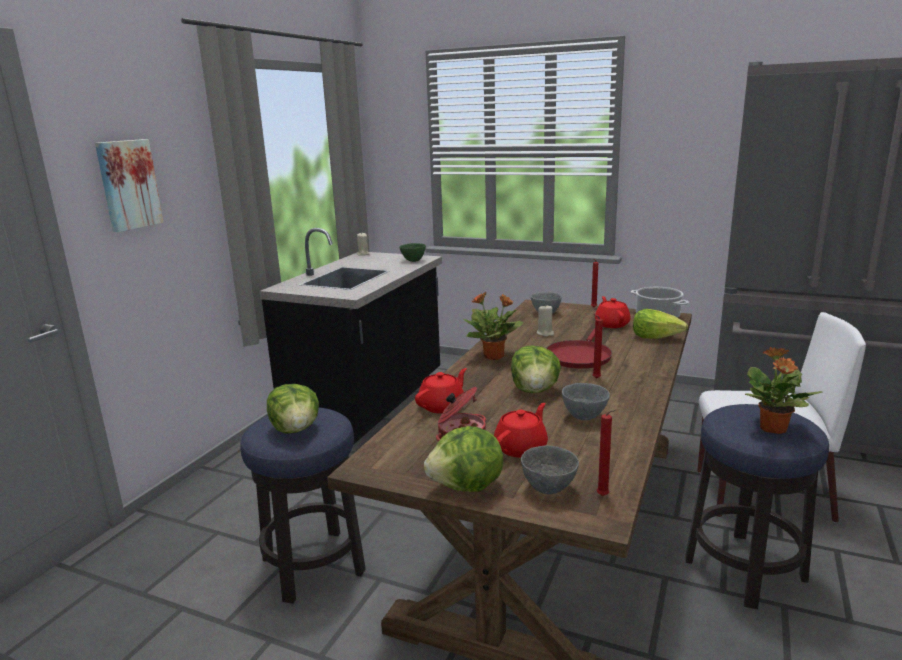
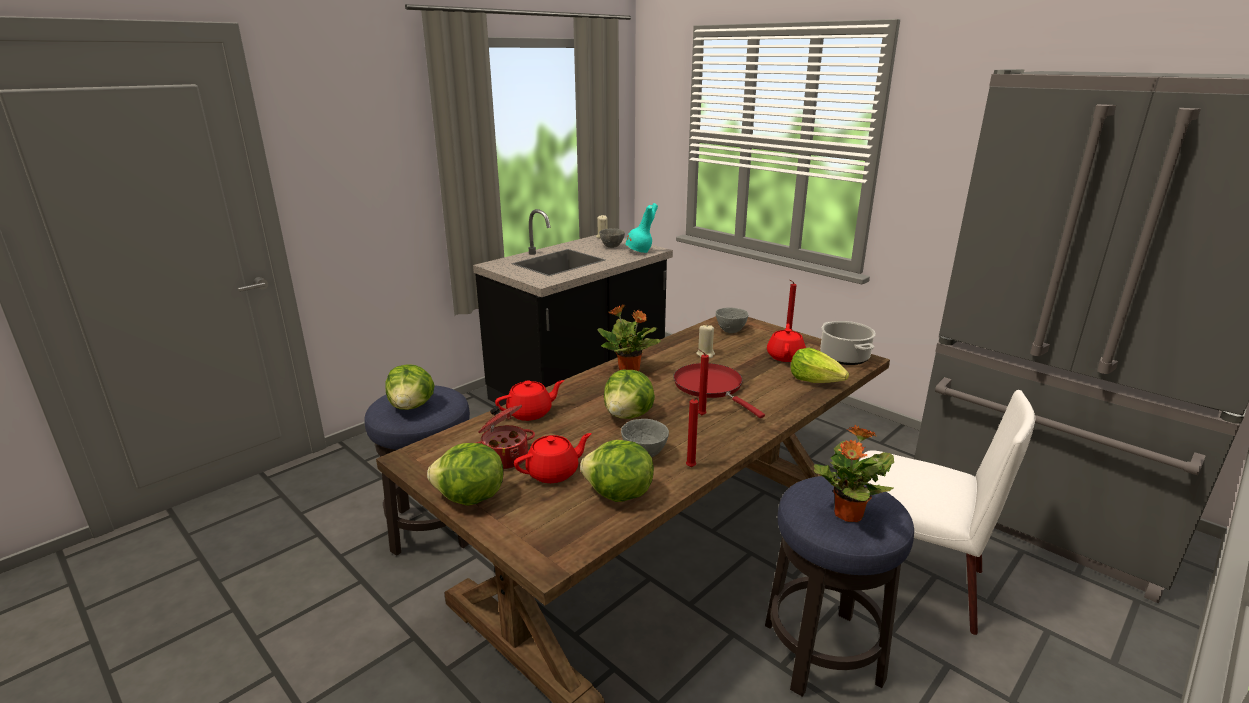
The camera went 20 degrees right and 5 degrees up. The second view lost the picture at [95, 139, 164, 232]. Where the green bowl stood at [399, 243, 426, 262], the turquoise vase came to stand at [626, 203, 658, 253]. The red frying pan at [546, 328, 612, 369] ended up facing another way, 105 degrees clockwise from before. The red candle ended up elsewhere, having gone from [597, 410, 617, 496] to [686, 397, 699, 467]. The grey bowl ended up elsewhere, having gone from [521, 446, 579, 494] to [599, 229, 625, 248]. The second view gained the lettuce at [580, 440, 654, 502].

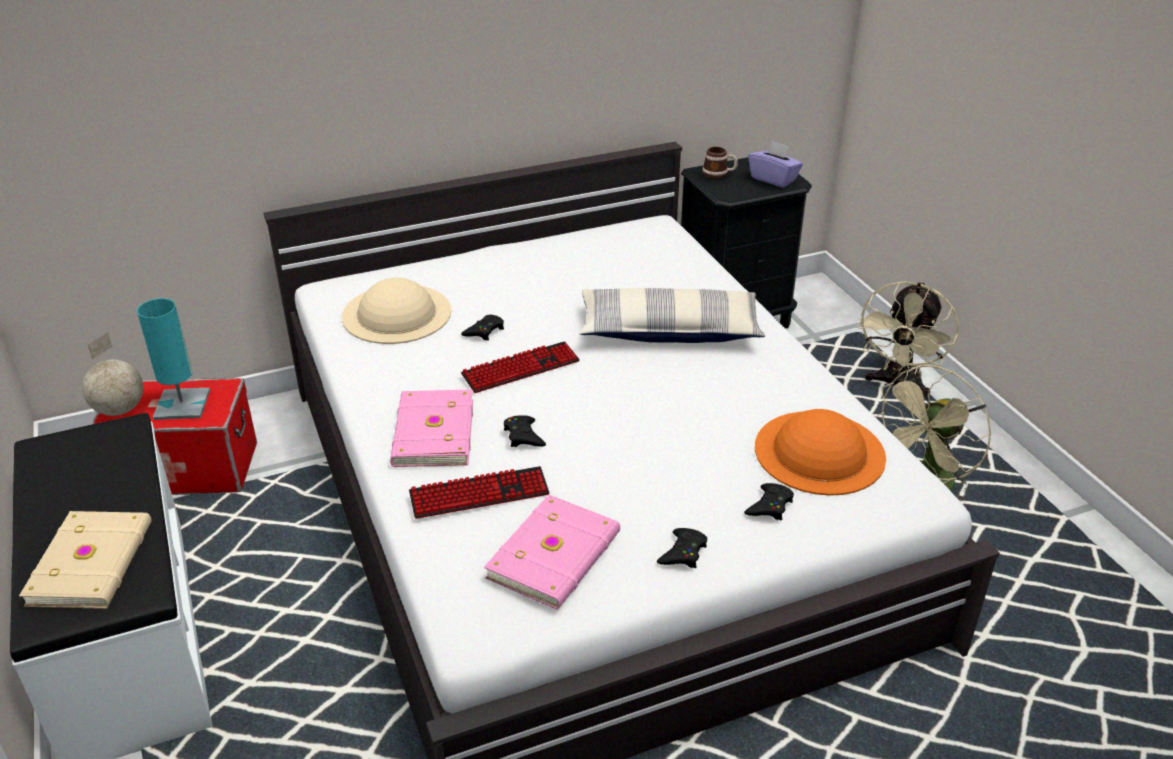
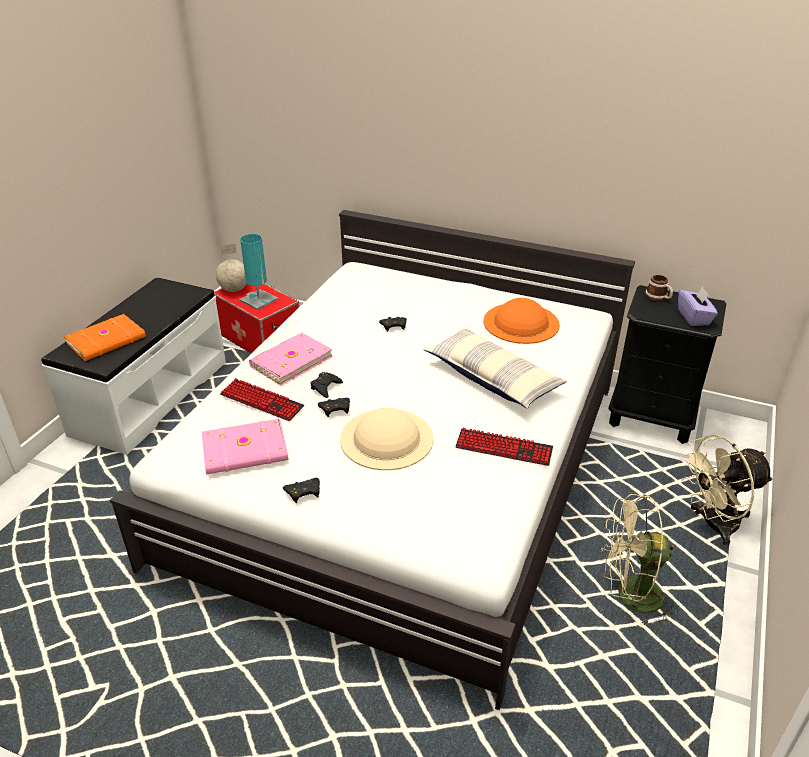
The camera went 45 degrees right and 0 degrees up. The beige hat ended up elsewhere, having gone from [342, 278, 451, 344] to [340, 407, 433, 470]. The keyboard ended up elsewhere, having gone from [461, 341, 580, 393] to [455, 428, 553, 466]. The orange hat ended up elsewhere, having gone from [755, 409, 886, 496] to [483, 298, 560, 344]. The black game controller ended up elsewhere, having gone from [744, 483, 794, 520] to [318, 398, 350, 417]. What was the beige book at [19, 511, 152, 609] turned into the orange book at [64, 314, 146, 361].

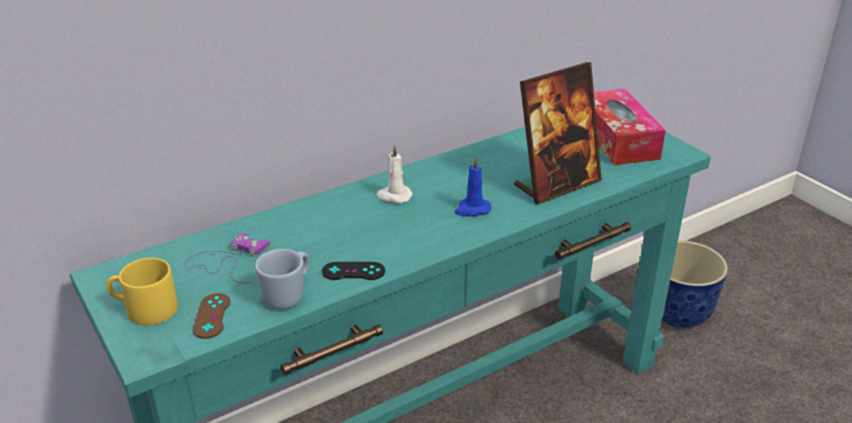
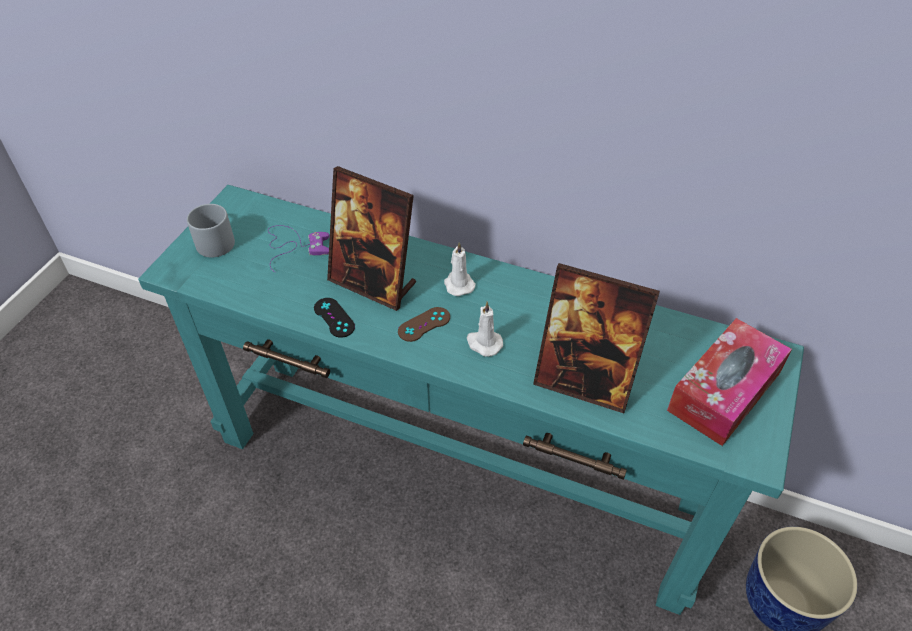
The camera went 55 degrees right and 15 degrees up. What was the blue candle at [455, 156, 491, 217] turned into the white candle at [467, 301, 503, 356]. The second view lost the blue mug at [255, 249, 309, 309]. What was the yellow mug at [106, 258, 178, 325] turned into the grey mug at [187, 204, 235, 258]. The brown game controller ended up elsewhere, having gone from [193, 293, 230, 339] to [398, 307, 450, 342]. The second view gained the picture frame at [327, 166, 416, 311].

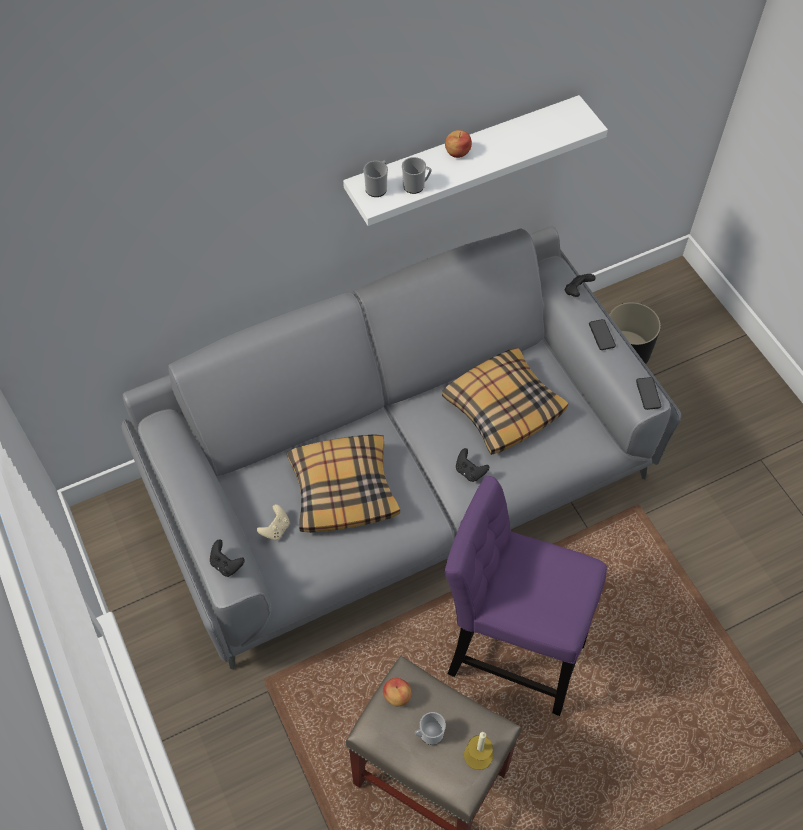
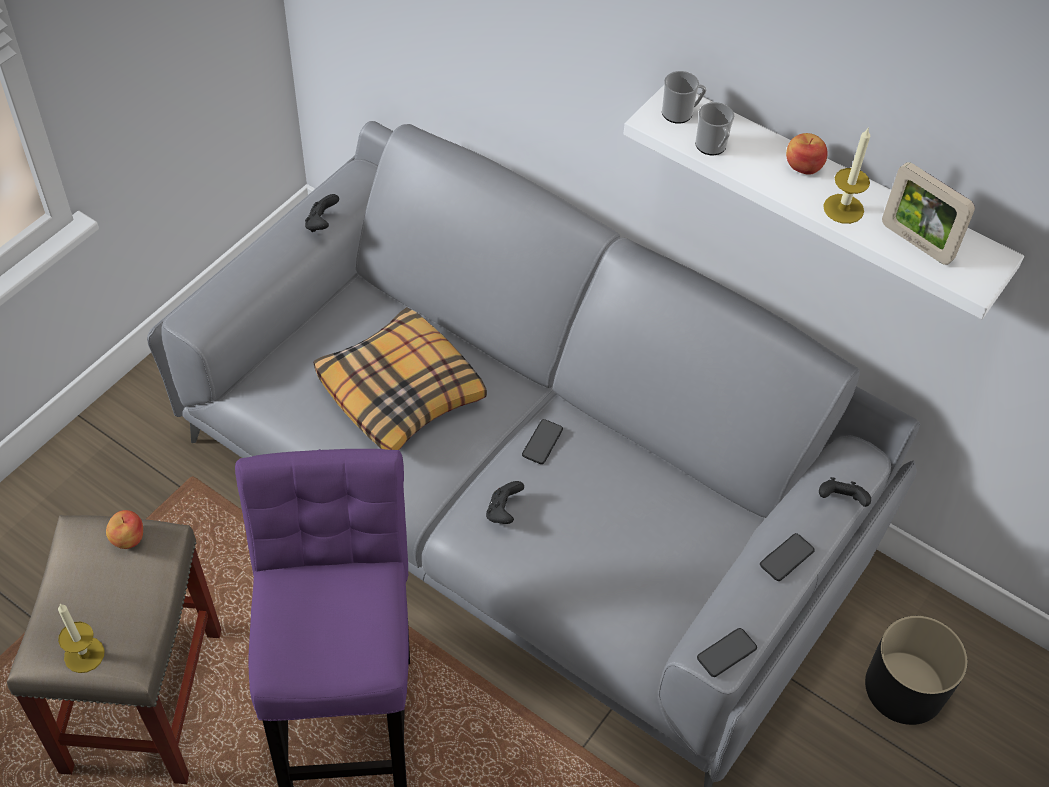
The camera went 60 degrees right and 5 degrees down. The second view lost the pillow at [442, 347, 568, 455]. The second view lost the beige game controller at [257, 504, 290, 540]. The black game controller ended up elsewhere, having gone from [210, 539, 245, 577] to [305, 194, 339, 232]. The second view lost the mug at [415, 712, 446, 745]. The second view gained the candle at [823, 128, 870, 224]. The second view gained the picture frame at [882, 162, 975, 265]. The second view gained the phone at [522, 419, 563, 464].

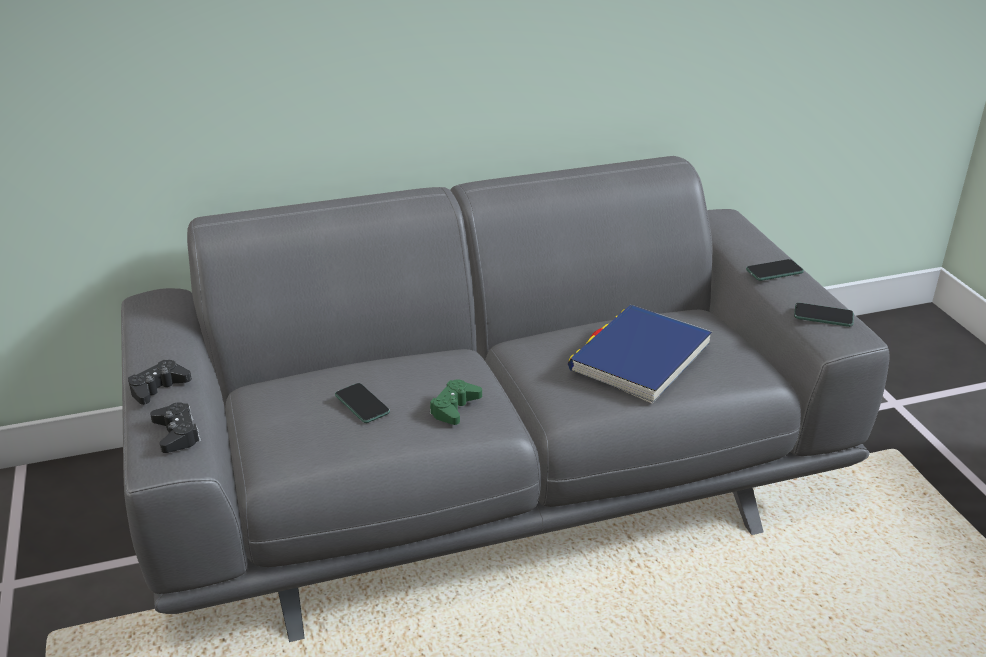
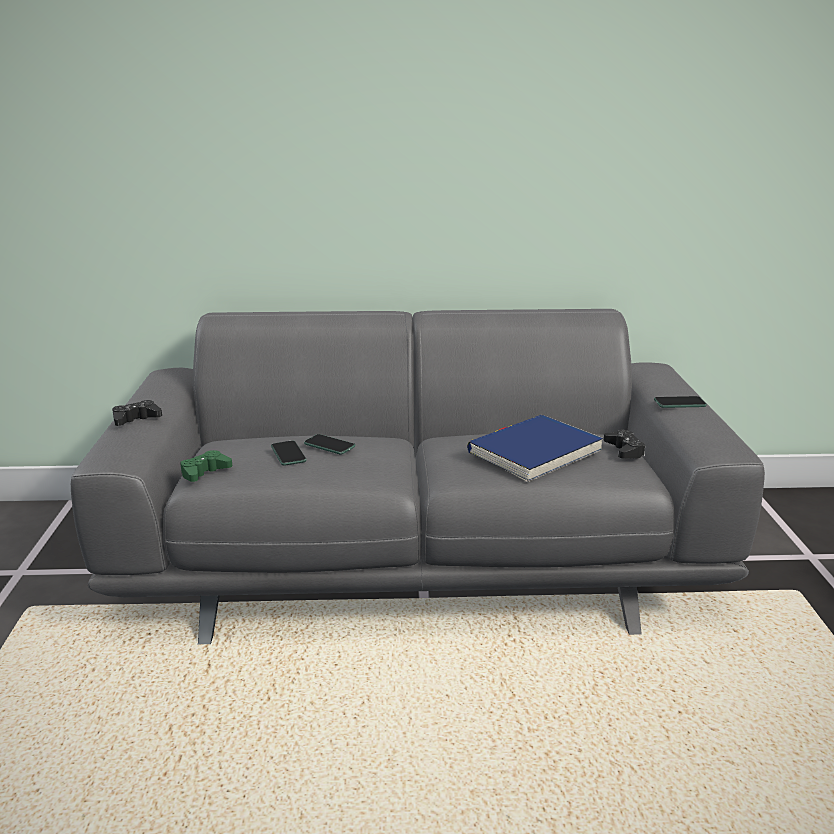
The camera went 15 degrees right and 10 degrees down. The phone ended up elsewhere, having gone from [794, 303, 854, 327] to [304, 434, 355, 454]. The green game controller ended up elsewhere, having gone from [430, 379, 482, 425] to [180, 450, 232, 482]. The black game controller ended up elsewhere, having gone from [150, 402, 201, 453] to [604, 430, 645, 459].

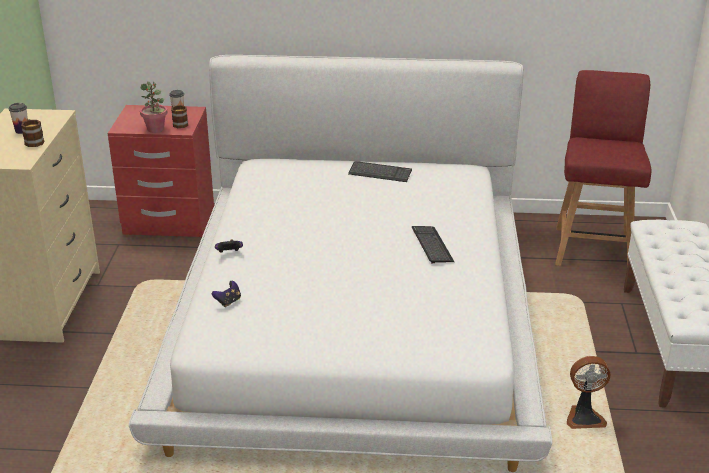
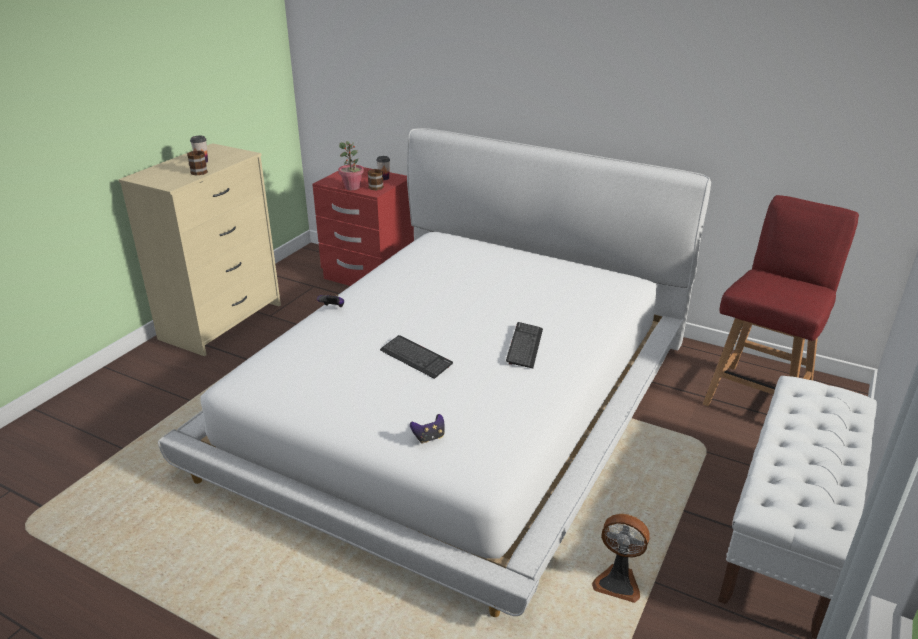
The camera went 25 degrees right and 0 degrees up. The keyboard ended up elsewhere, having gone from [348, 161, 412, 182] to [380, 335, 453, 379]. The game controller ended up elsewhere, having gone from [212, 281, 241, 307] to [410, 414, 445, 444].

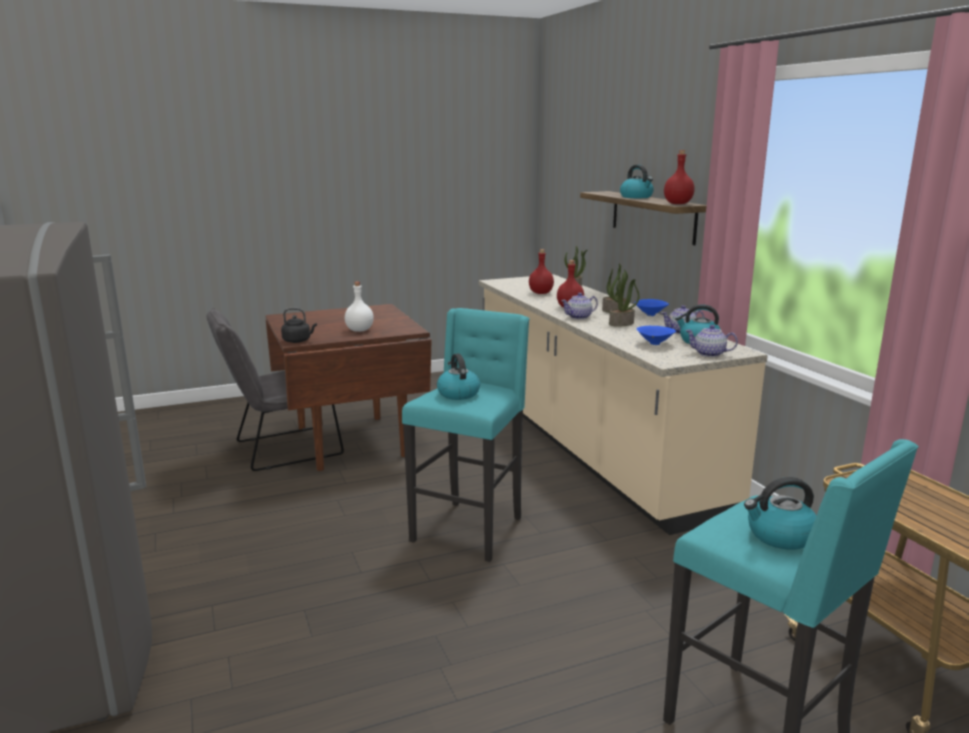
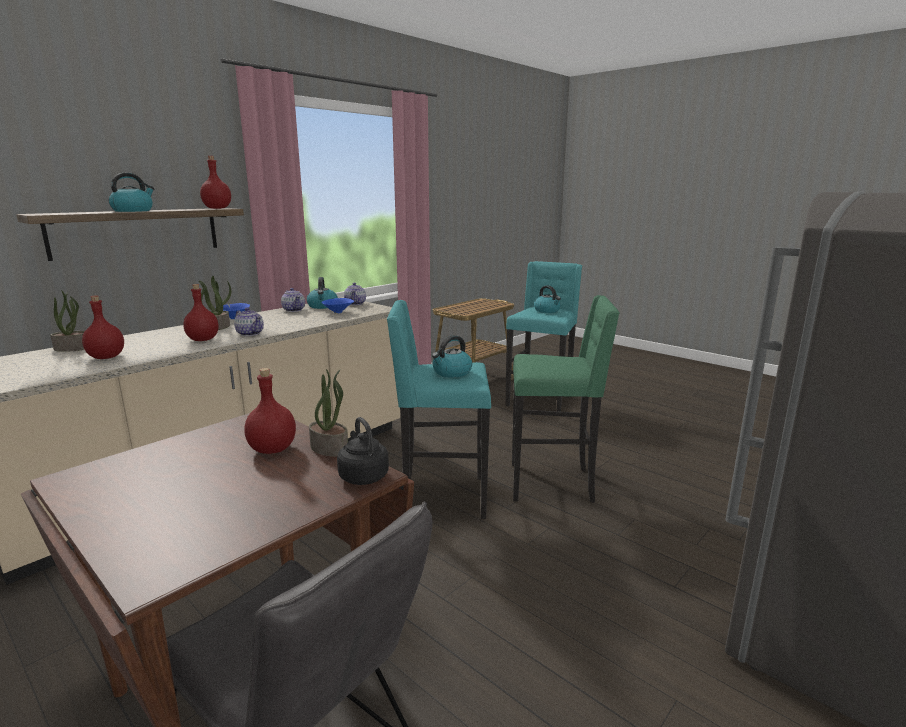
The camera went 115 degrees left and 0 degrees up. The potted plant ended up elsewhere, having gone from [607, 273, 640, 327] to [309, 369, 348, 457]. What was the white bottle at [345, 282, 374, 332] turned into the red bottle at [245, 368, 296, 454]. The second view gained the green stool at [512, 295, 619, 503].

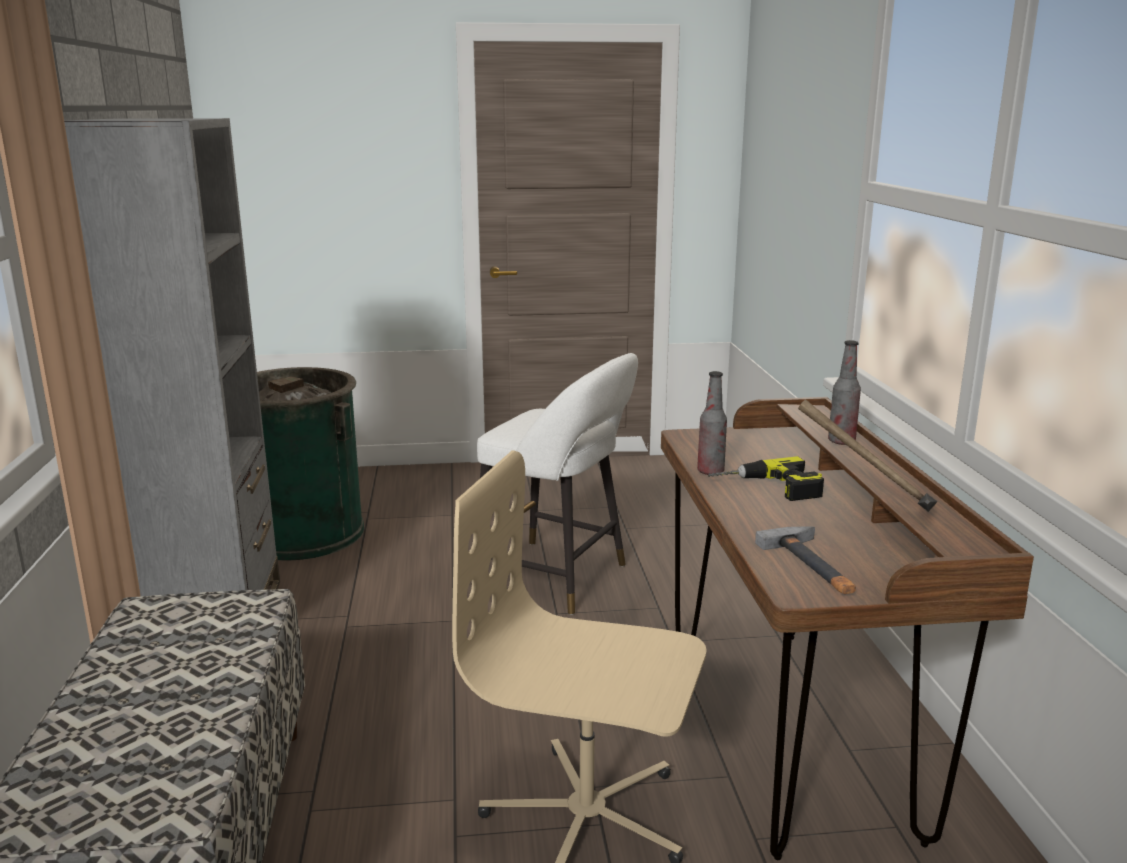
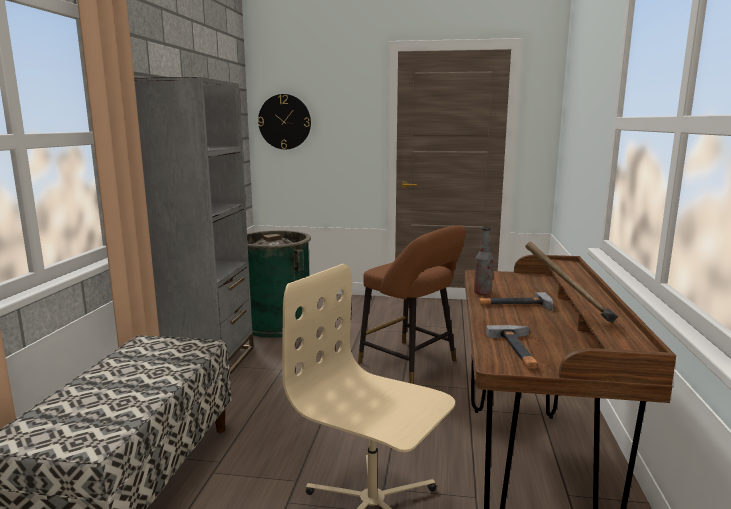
The camera went 15 degrees right and 5 degrees down. The second view lost the bottle at [828, 340, 861, 445]. What was the white stool at [477, 353, 638, 615] turned into the brown stool at [358, 226, 466, 384]. Where the power drill stood at [708, 456, 824, 501], the hammer came to stand at [479, 292, 554, 311]. The second view gained the wall clock at [258, 94, 311, 149].

